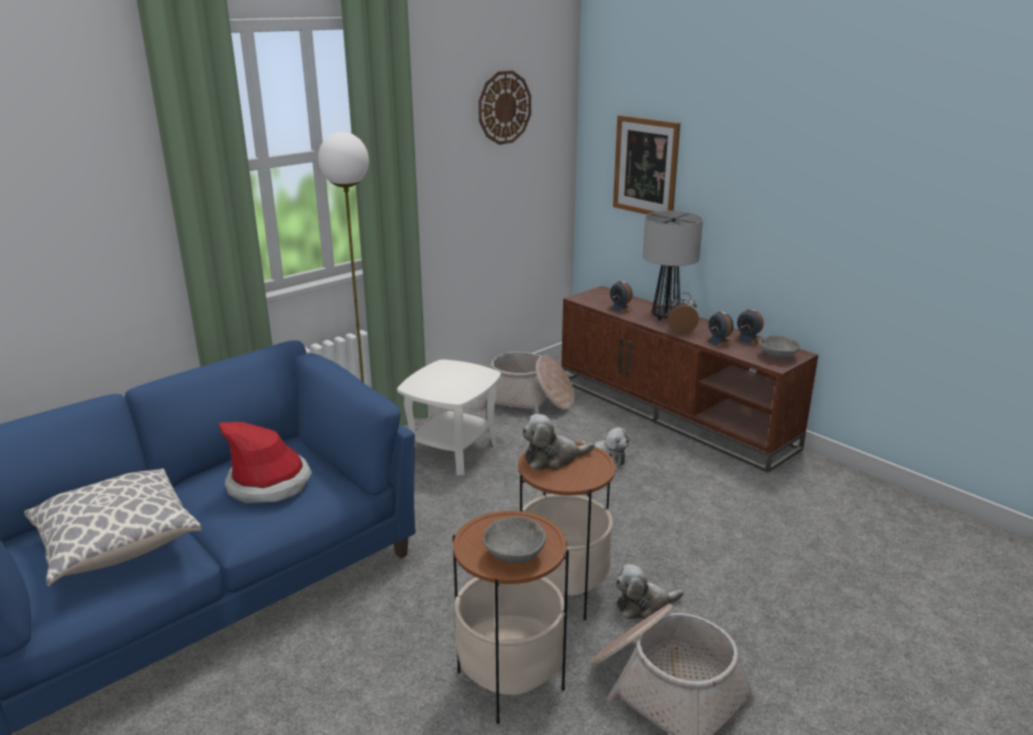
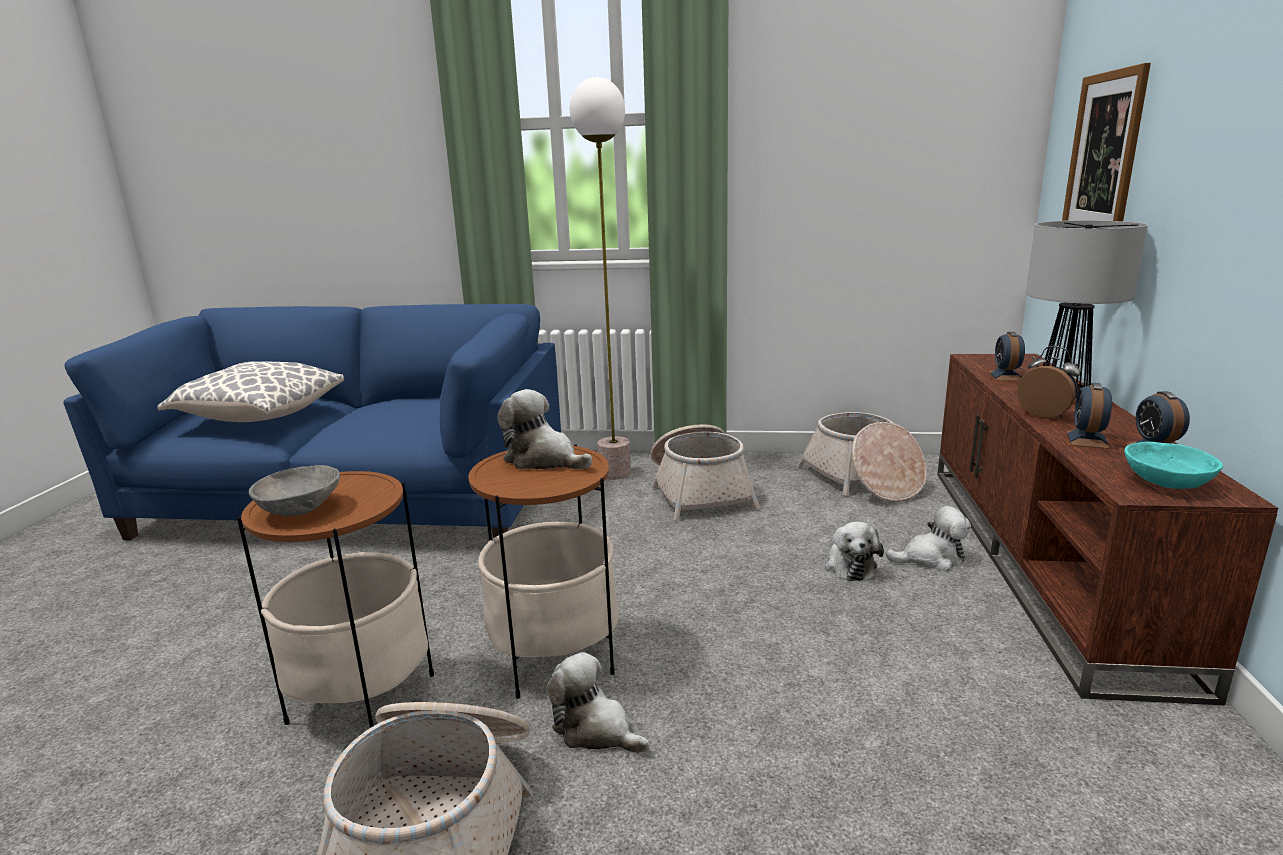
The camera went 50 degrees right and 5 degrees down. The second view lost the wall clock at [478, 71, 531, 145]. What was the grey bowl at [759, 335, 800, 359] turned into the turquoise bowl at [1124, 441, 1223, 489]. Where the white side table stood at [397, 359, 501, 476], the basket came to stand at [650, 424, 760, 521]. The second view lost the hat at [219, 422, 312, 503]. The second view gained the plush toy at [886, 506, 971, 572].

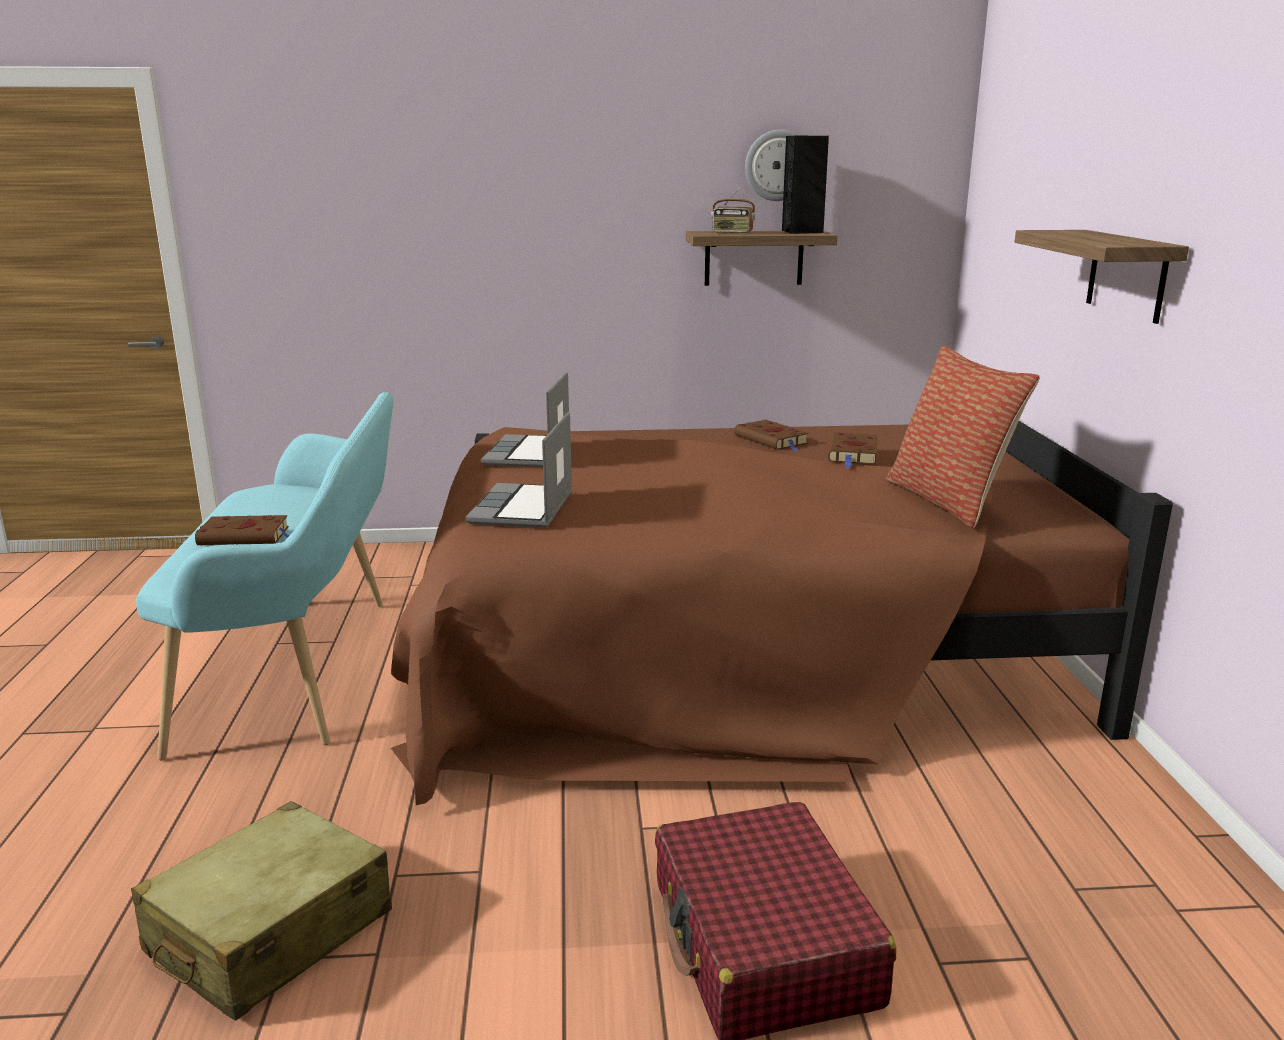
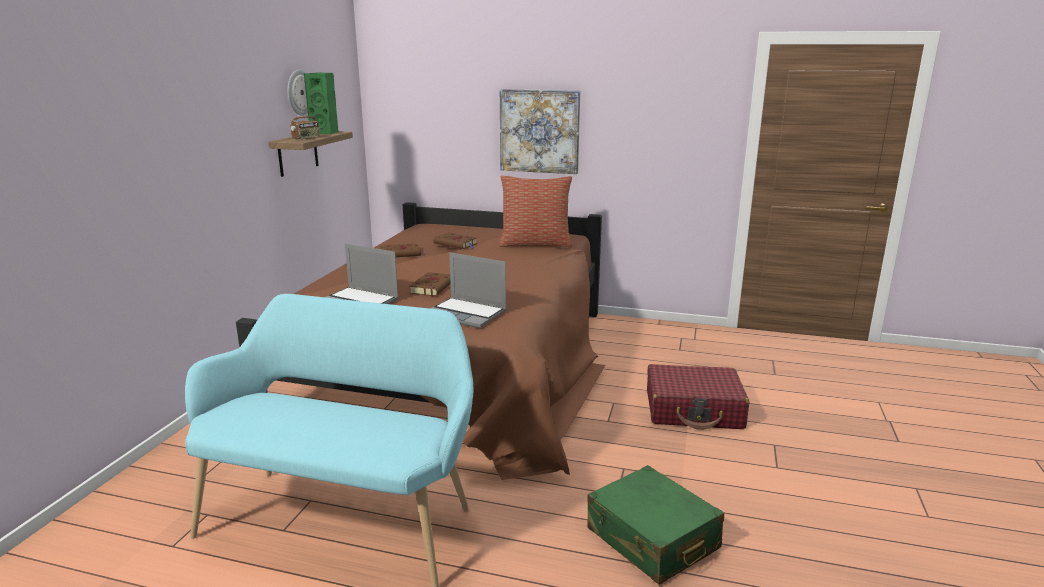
The camera went 70 degrees left and 0 degrees up. What was the black speaker at [782, 136, 829, 234] turned into the green speaker at [304, 73, 339, 134]. Where the shelf hung at [1015, 230, 1189, 324], the picture came to hang at [500, 89, 580, 174]. The brown book ended up elsewhere, having gone from [195, 515, 289, 545] to [409, 272, 450, 296]. What was the beige suitcase at [131, 801, 392, 1021] turned into the green suitcase at [587, 465, 724, 585].

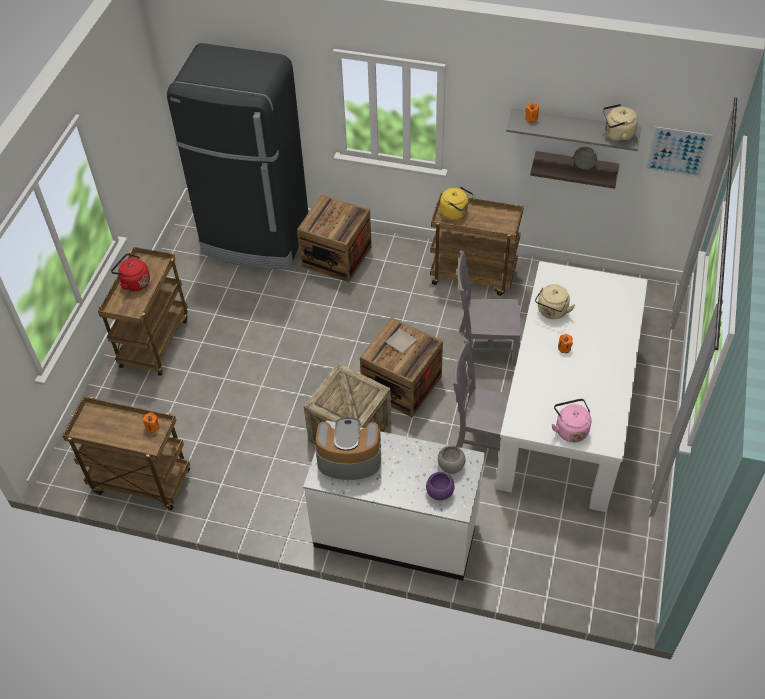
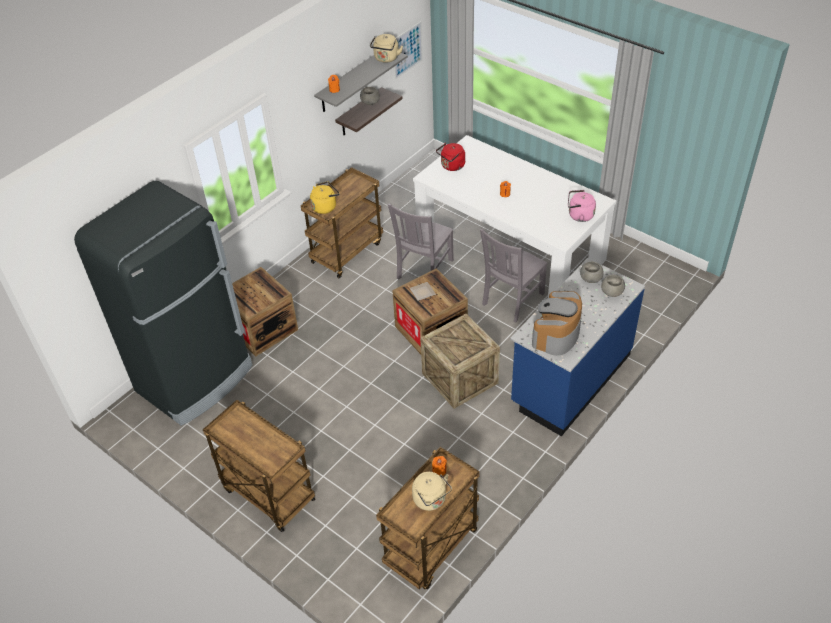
The camera went 65 degrees left and 5 degrees down. The red kettle ended up elsewhere, having gone from [111, 253, 150, 291] to [436, 143, 465, 171]. The beige kettle ended up elsewhere, having gone from [535, 284, 575, 319] to [412, 472, 452, 511]. What was the white counter at [303, 420, 486, 581] turned into the blue counter at [510, 258, 645, 436]. What was the purple bowl at [426, 472, 454, 500] turned into the grey bowl at [601, 275, 625, 297].

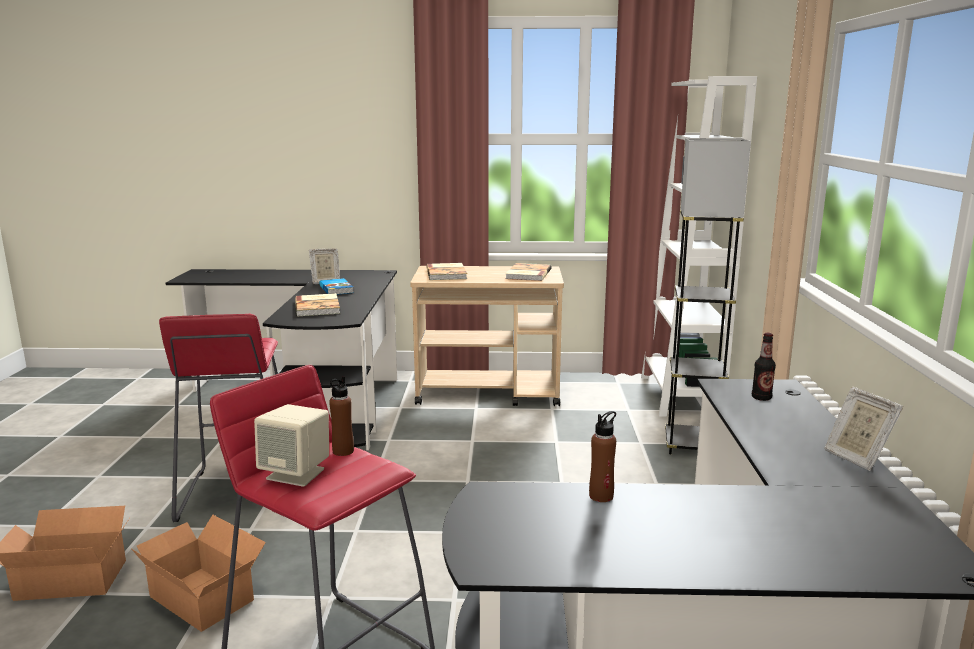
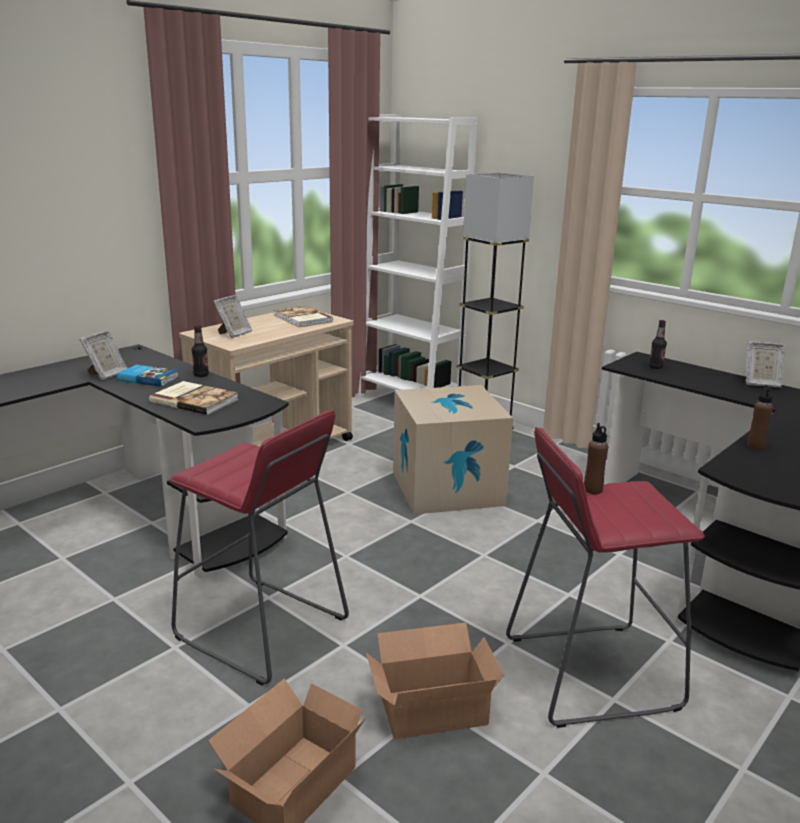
The camera went 50 degrees left and 5 degrees up. Where the book stood at [426, 263, 467, 280], the picture frame came to stand at [213, 295, 252, 338]. The second view lost the beige speaker at [254, 404, 329, 487]. The second view gained the bottle at [192, 325, 209, 377]. The second view gained the cardboard box at [393, 385, 513, 514].

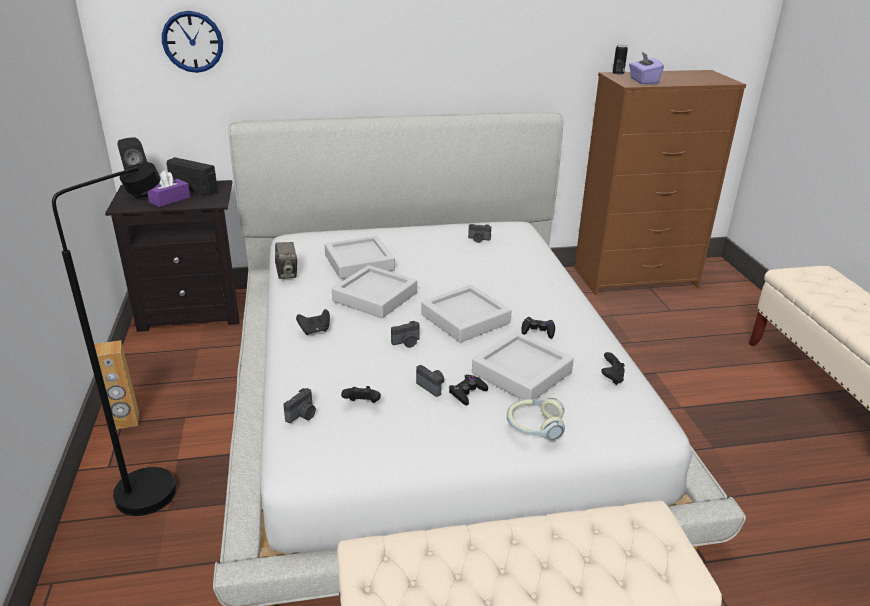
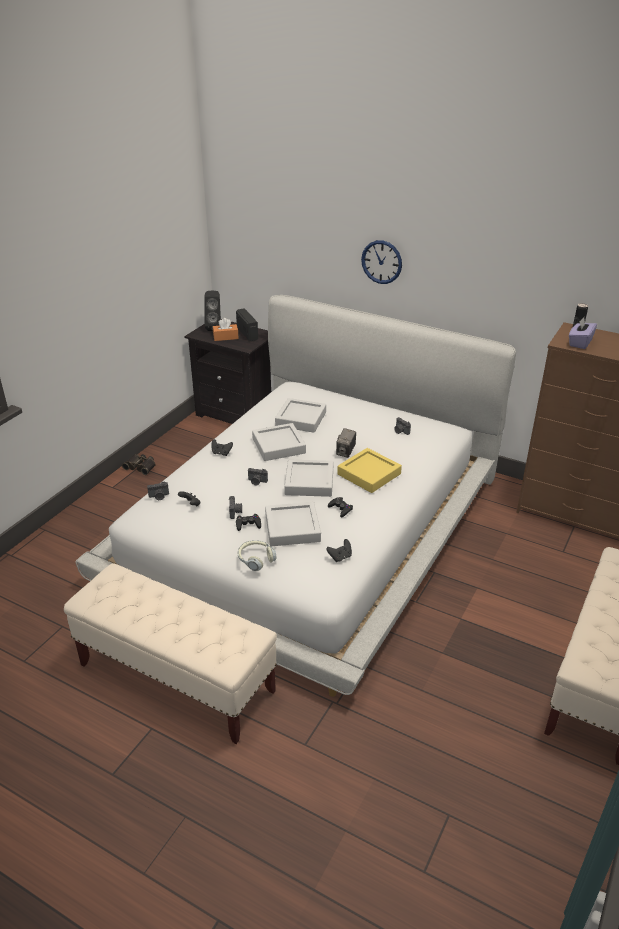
The camera went 40 degrees right and 5 degrees up. The wall clock ended up elsewhere, having gone from [162, 11, 223, 73] to [361, 240, 402, 284]. The second view lost the black floor lamp at [52, 162, 176, 516]. What was the purple tissue box at [147, 170, 190, 207] turned into the orange tissue box at [213, 318, 239, 341]. The photo camera ended up elsewhere, having gone from [275, 242, 297, 279] to [336, 428, 356, 458]. Where the brown speaker stood at [95, 340, 139, 429], the binoculars came to stand at [122, 454, 156, 475]. The second view gained the yellow tray at [337, 448, 402, 493].

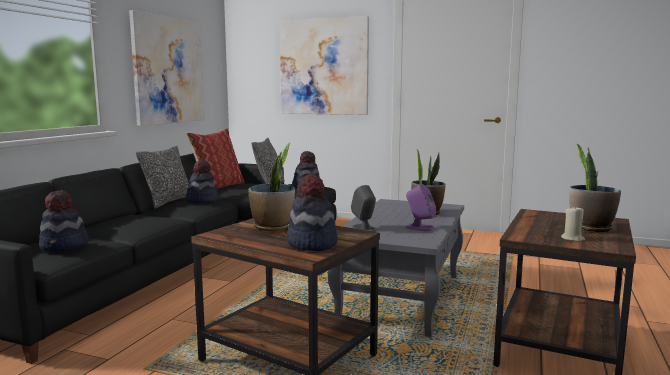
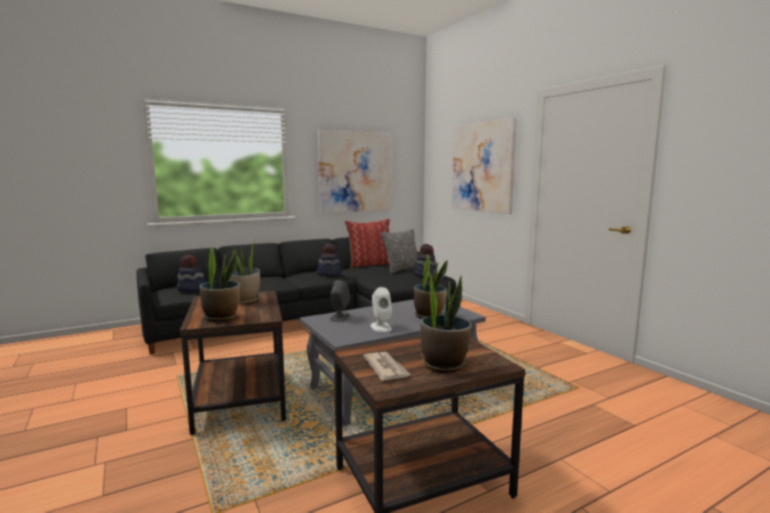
The camera went 40 degrees right and 0 degrees up. The second view lost the pillow at [136, 146, 189, 208]. Where the hat stood at [287, 174, 338, 251], the potted plant came to stand at [200, 246, 240, 322]. What was the purple speaker at [406, 184, 436, 231] turned into the white speaker at [371, 287, 392, 332]. Where the beige candle stood at [561, 206, 585, 242], the newspaper came to stand at [363, 352, 411, 380].

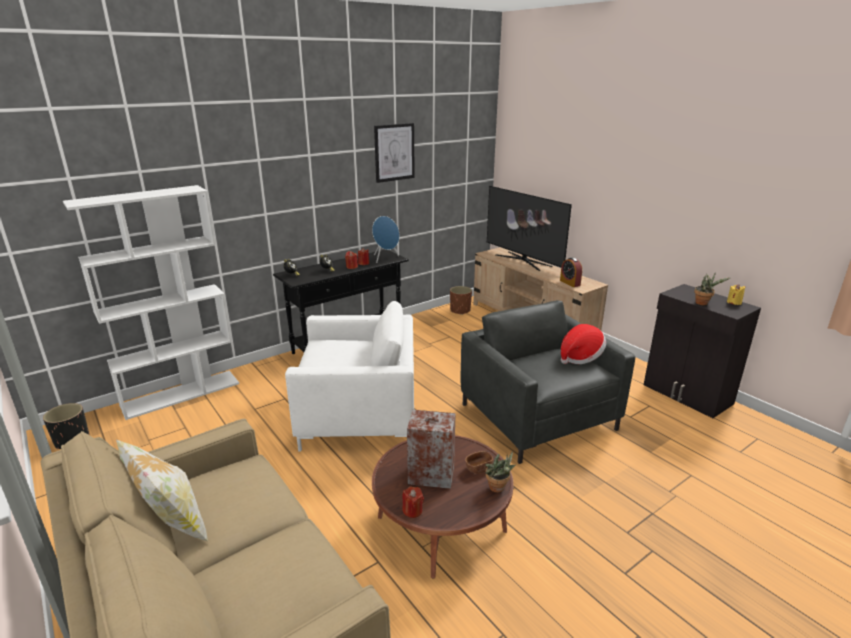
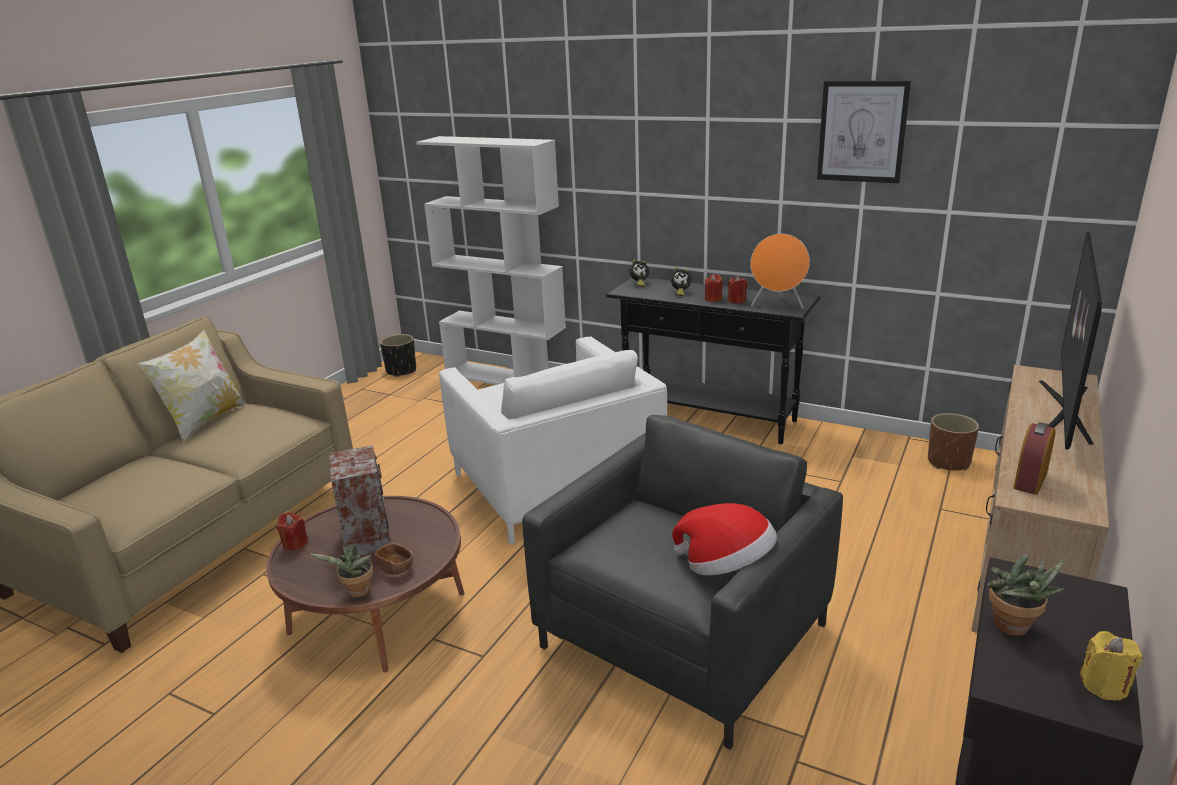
The camera went 65 degrees right and 0 degrees up. What was the blue speaker at [372, 216, 399, 263] turned into the orange speaker at [751, 234, 810, 309].

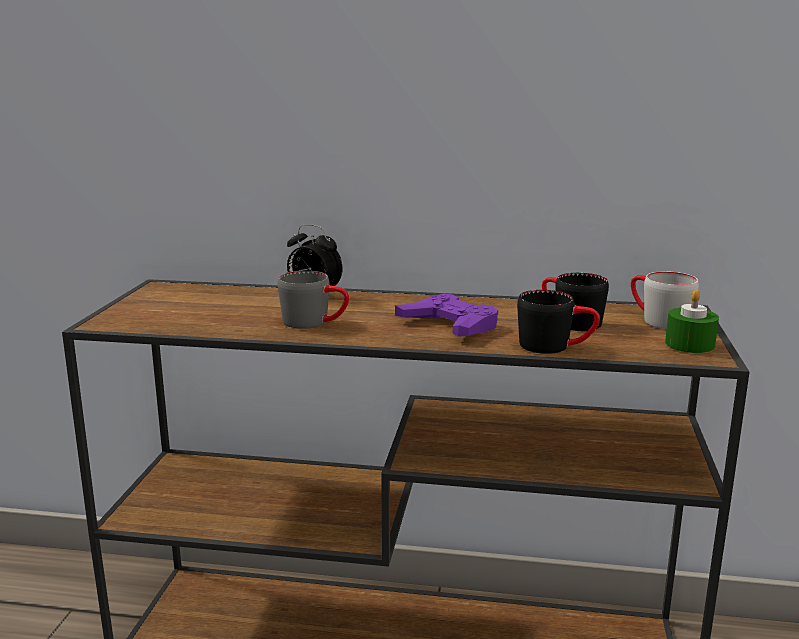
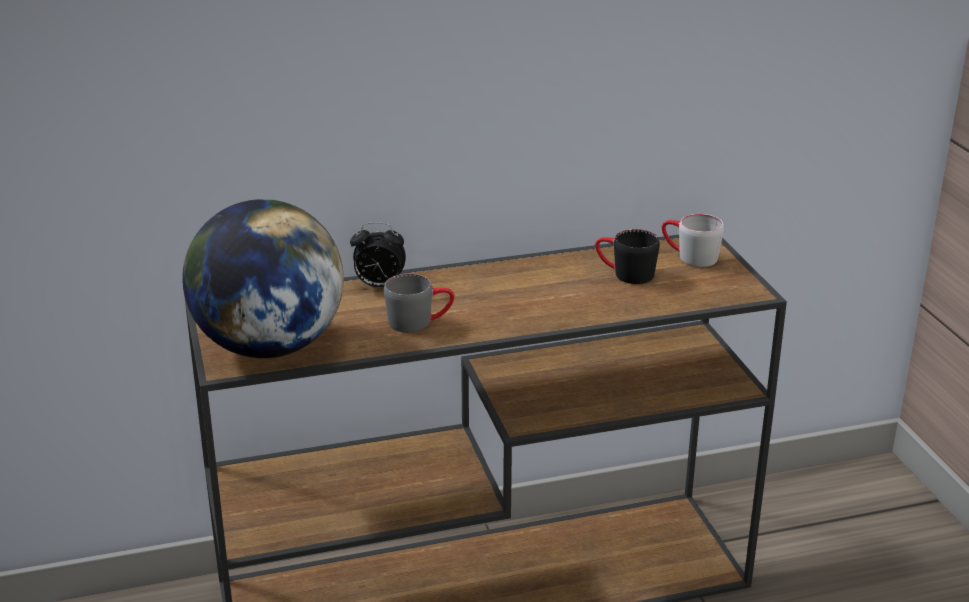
The camera went 25 degrees left and 10 degrees up. The second view lost the black mug at [517, 290, 600, 354]. The second view lost the green candle at [665, 290, 719, 353]. The second view lost the purple game controller at [395, 294, 498, 337]. The second view gained the globe at [182, 199, 344, 358].

